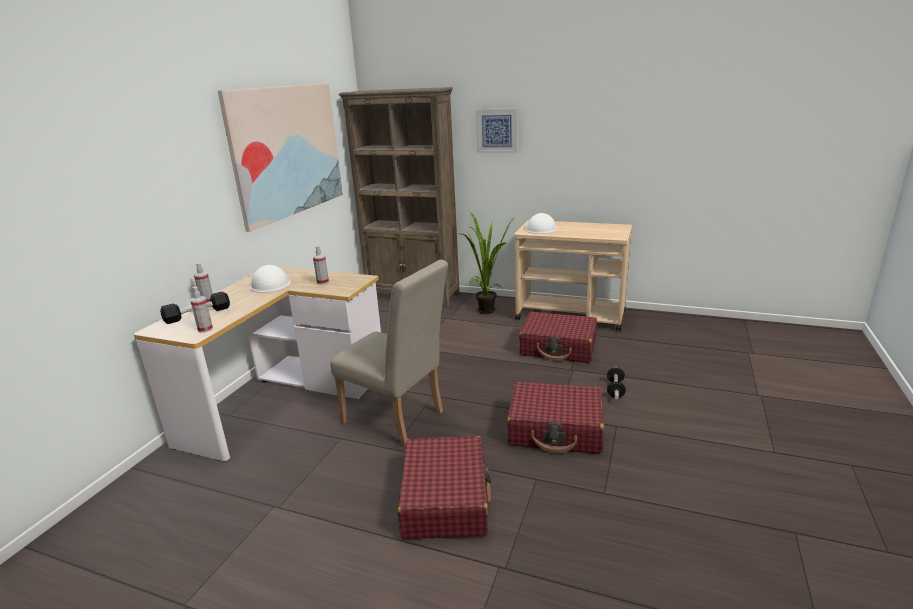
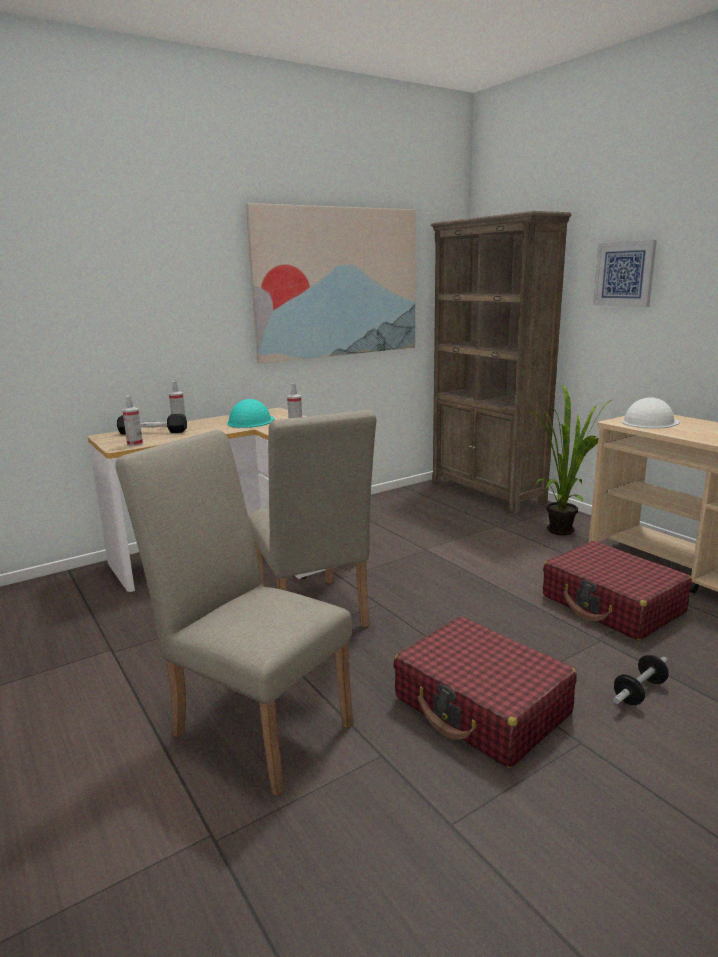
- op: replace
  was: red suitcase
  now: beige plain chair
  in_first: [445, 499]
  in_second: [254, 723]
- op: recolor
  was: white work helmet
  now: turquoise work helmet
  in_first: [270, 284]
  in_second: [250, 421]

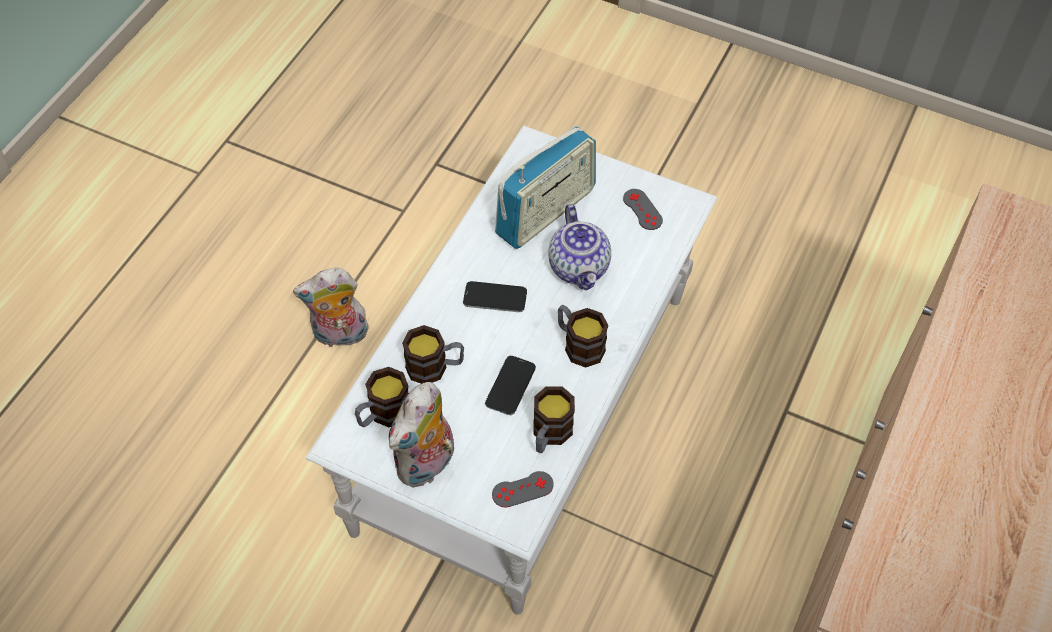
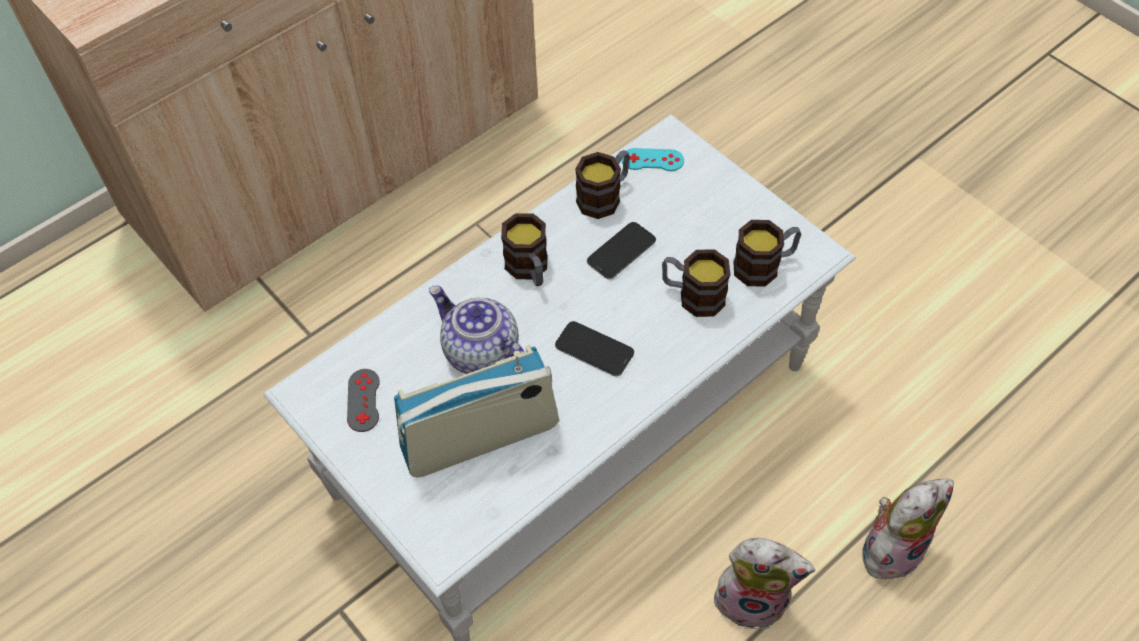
- op: rotate
  was: tea pot
  in_first: [579, 267]
  in_second: [480, 353]
  clockwise: -60
- op: recolor
  was: greyish game controller
  now: turquoise game controller
  in_first: [522, 489]
  in_second: [652, 160]
- op: move
  was: plush toy
  in_first: [427, 465]
  in_second: [891, 548]

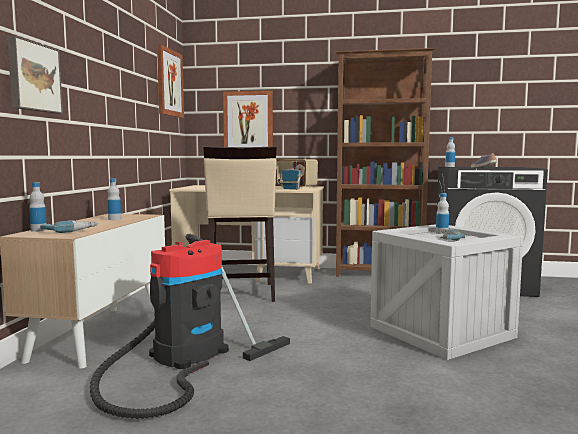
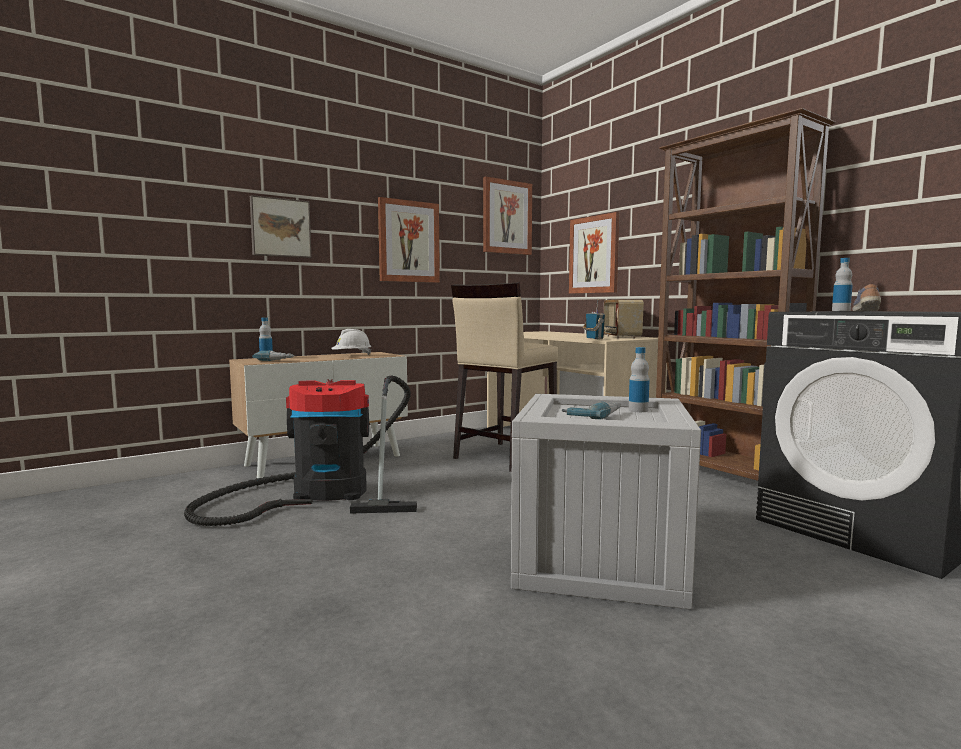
- op: replace
  was: beverage bottle
  now: white work helmet
  in_first: [114, 219]
  in_second: [351, 355]
- op: insert
  now: picture
  in_second: [408, 241]

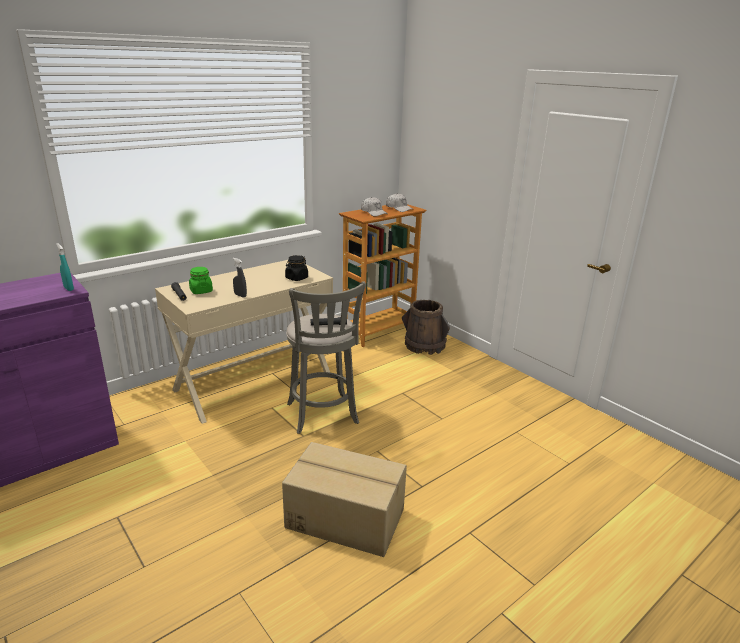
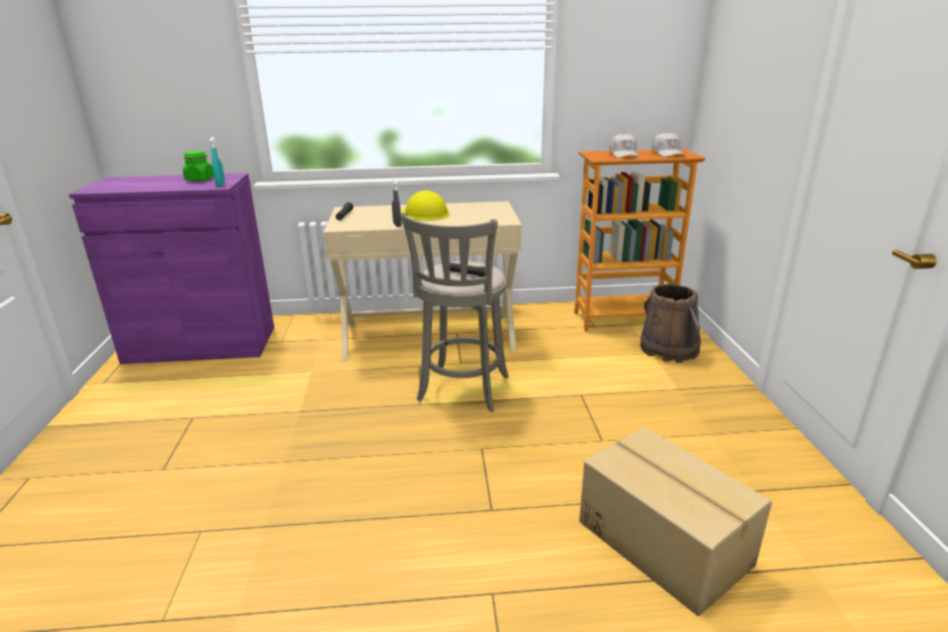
- op: move
  was: greenish jar
  in_first: [201, 291]
  in_second: [200, 179]
- op: insert
  now: yellowish work helmet
  in_second: [425, 213]
- op: move
  was: cardboard box
  in_first: [345, 517]
  in_second: [664, 541]
- op: delete
  was: black jar
  in_first: [296, 278]

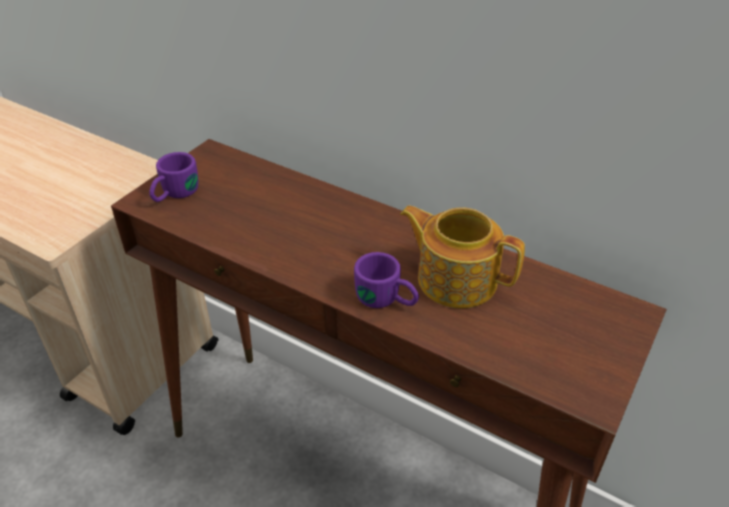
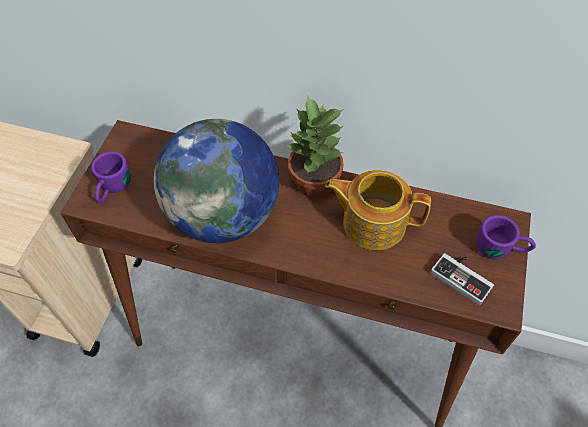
- op: insert
  now: desk globe
  in_second: [224, 215]
- op: insert
  now: plant in a pot
  in_second: [315, 183]
- op: insert
  now: game controller
  in_second: [463, 276]
- op: move
  was: purple-coloured coffee mug
  in_first: [387, 300]
  in_second: [501, 248]

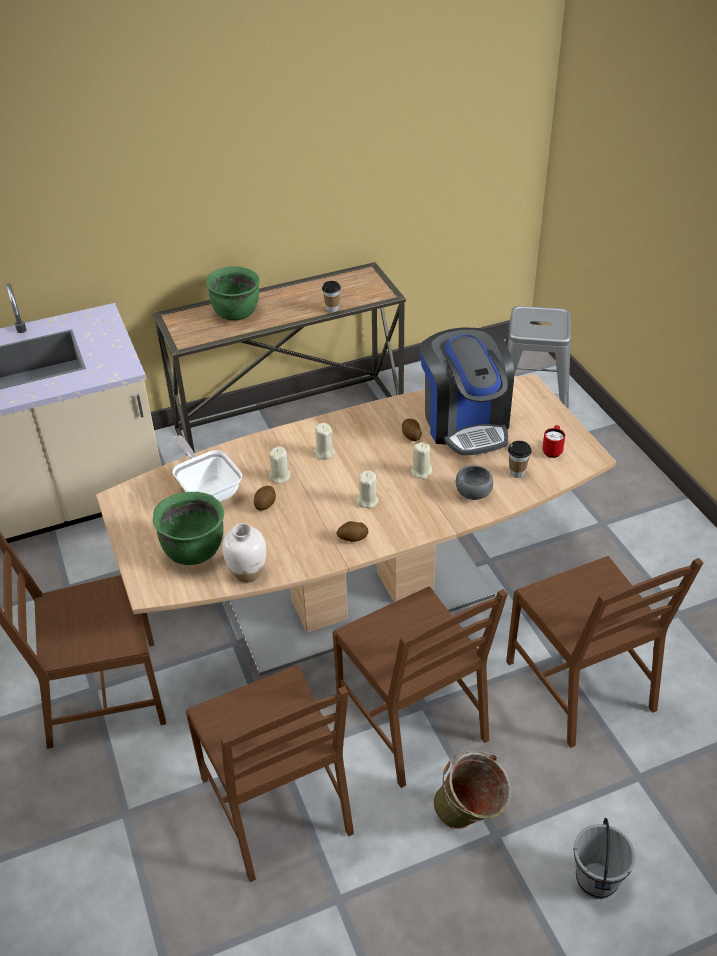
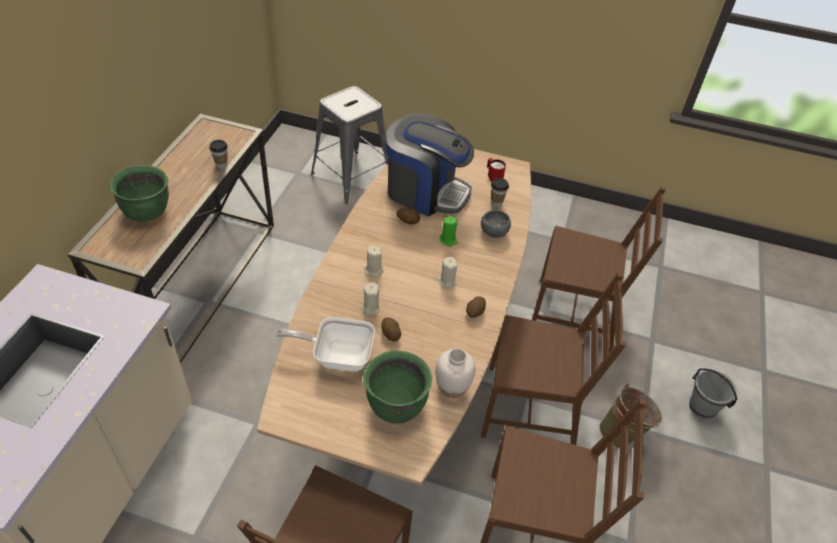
- op: recolor
  was: beige candle
  now: greenish candle
  in_first: [421, 472]
  in_second: [448, 240]

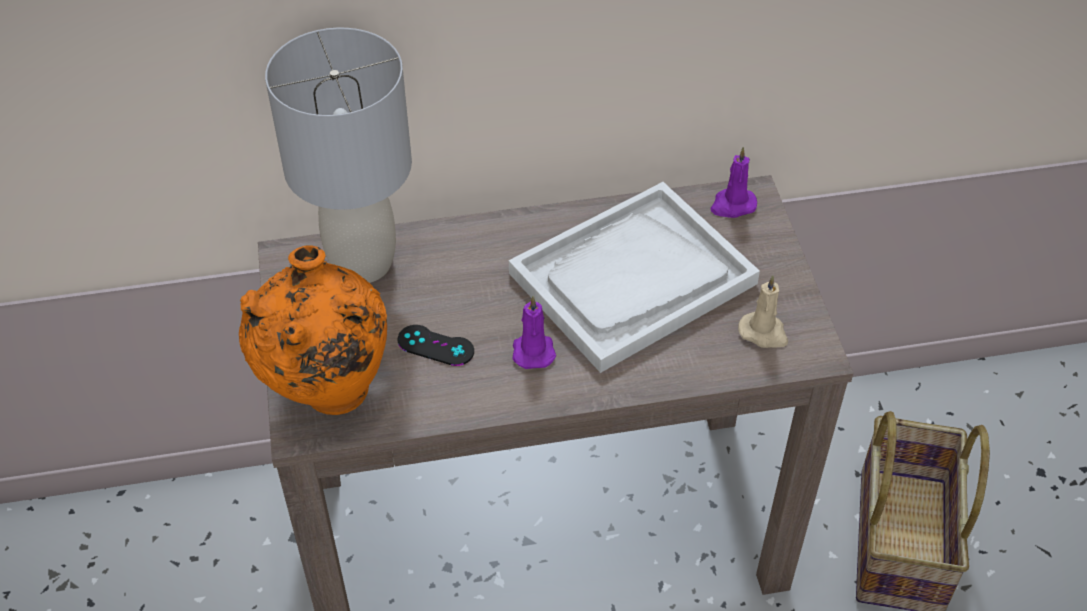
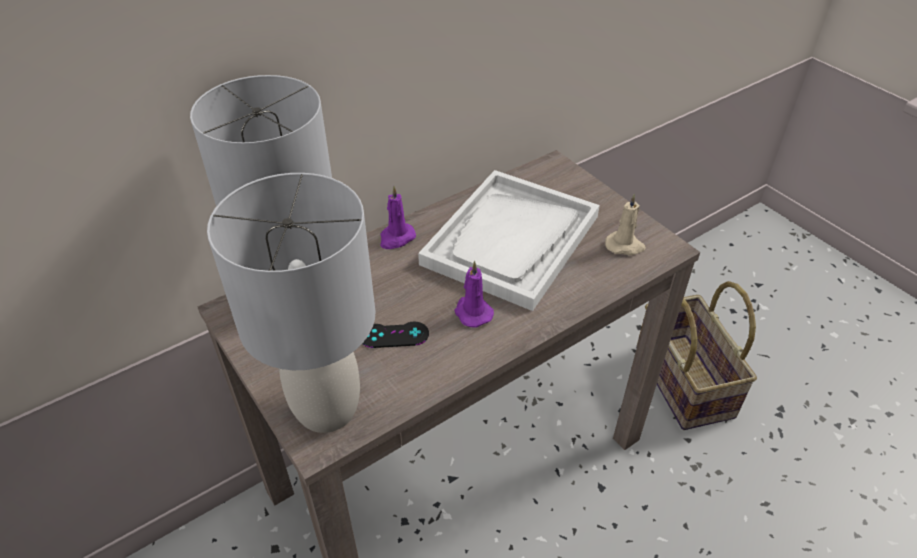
- op: replace
  was: orange vase
  now: greyish lamp for a table
  in_first: [328, 398]
  in_second: [328, 408]
- op: move
  was: purple-coloured candle
  in_first: [732, 205]
  in_second: [396, 238]

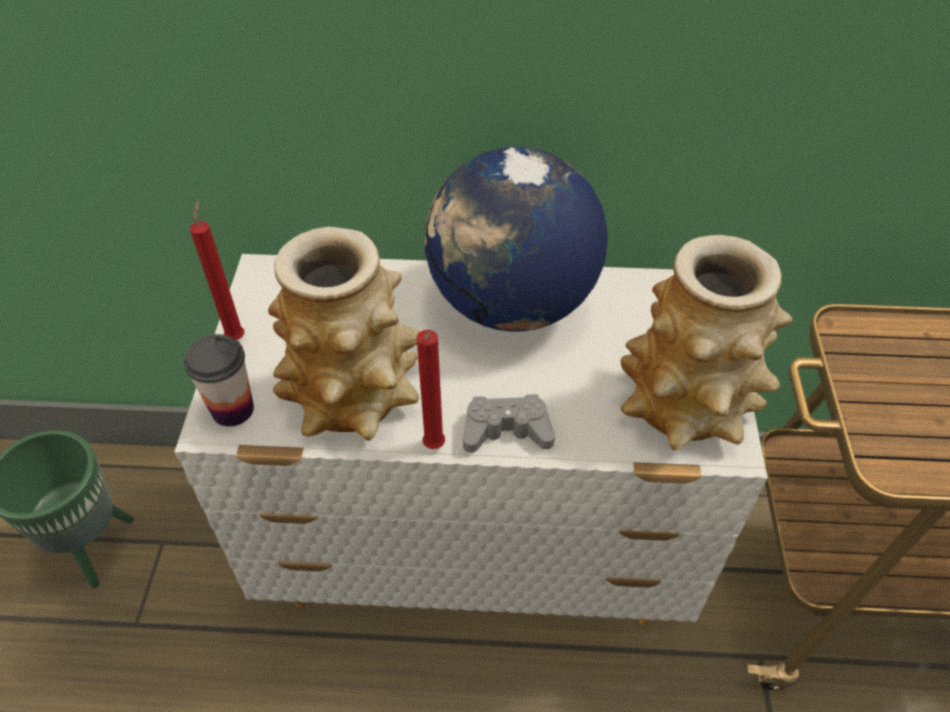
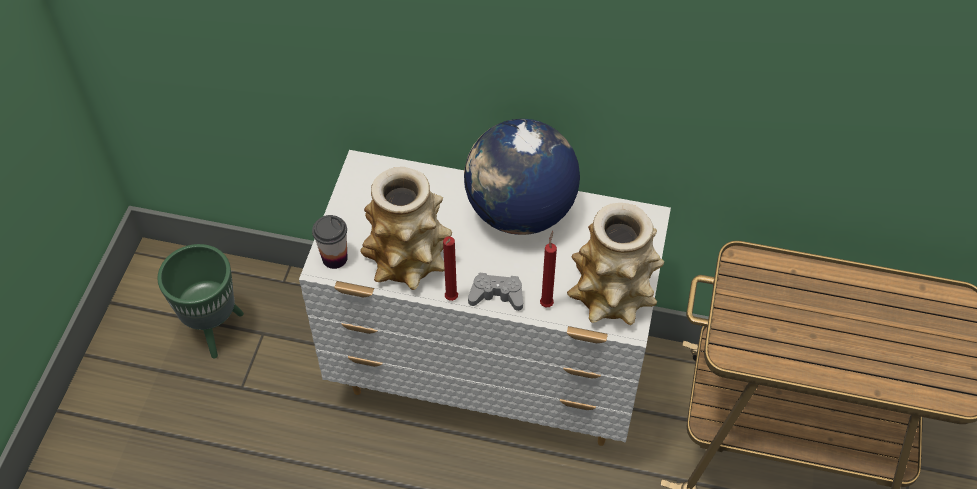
- op: move
  was: red candle
  in_first: [236, 336]
  in_second: [547, 302]

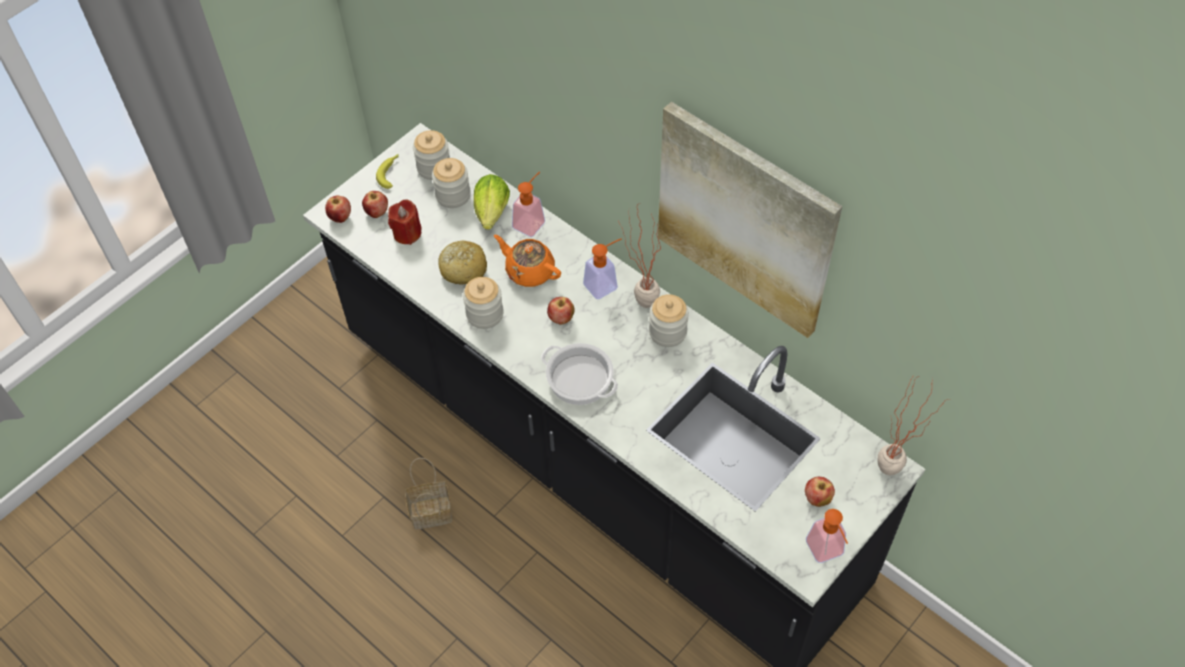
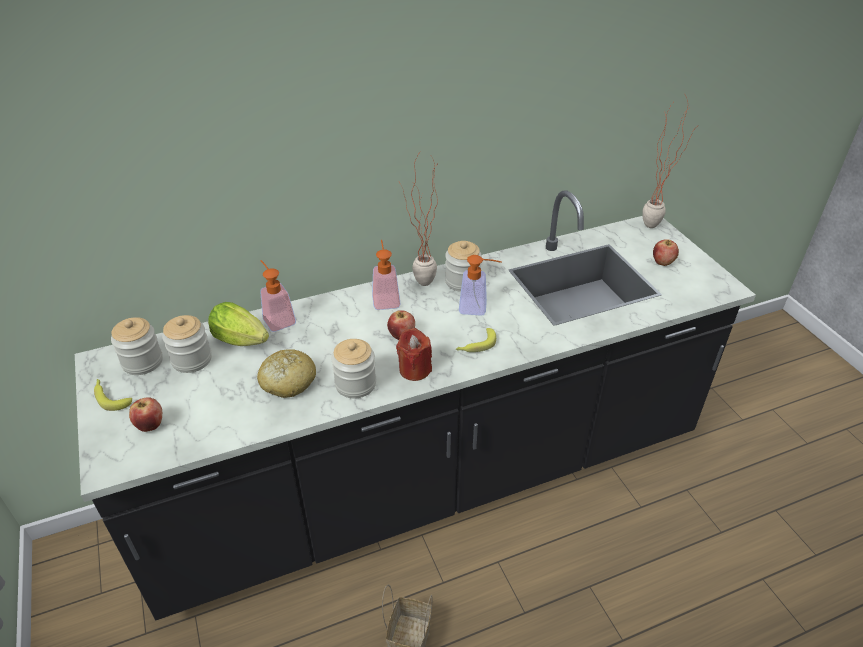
- op: move
  was: red candle
  in_first: [407, 233]
  in_second: [414, 369]
- op: replace
  was: saucepot
  now: banana
  in_first: [580, 378]
  in_second: [476, 345]
- op: move
  was: liquid soap bottle
  in_first: [827, 553]
  in_second: [478, 308]
- op: delete
  was: whole apple
  in_first: [340, 217]
- op: delete
  was: orange tea pot
  in_first: [529, 271]
- op: delete
  was: picture
  in_first: [745, 219]

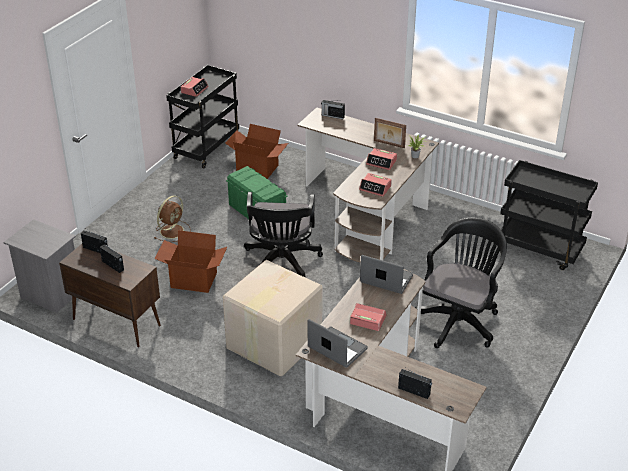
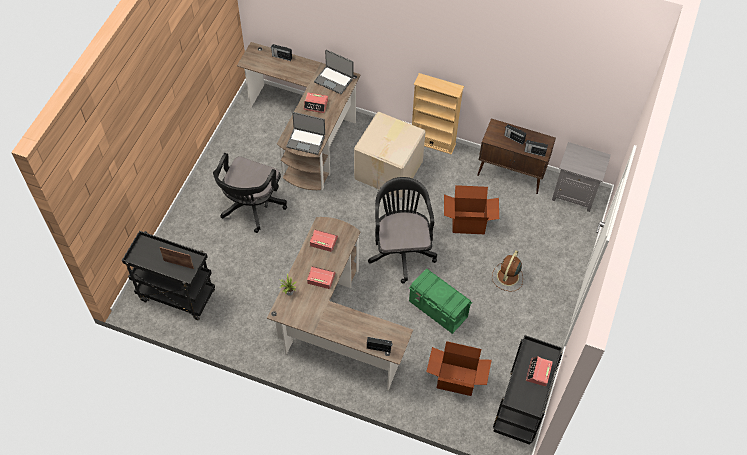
- op: move
  was: picture frame
  in_first: [389, 144]
  in_second: [179, 264]
- op: insert
  now: beige bookshelf
  in_second: [433, 142]

